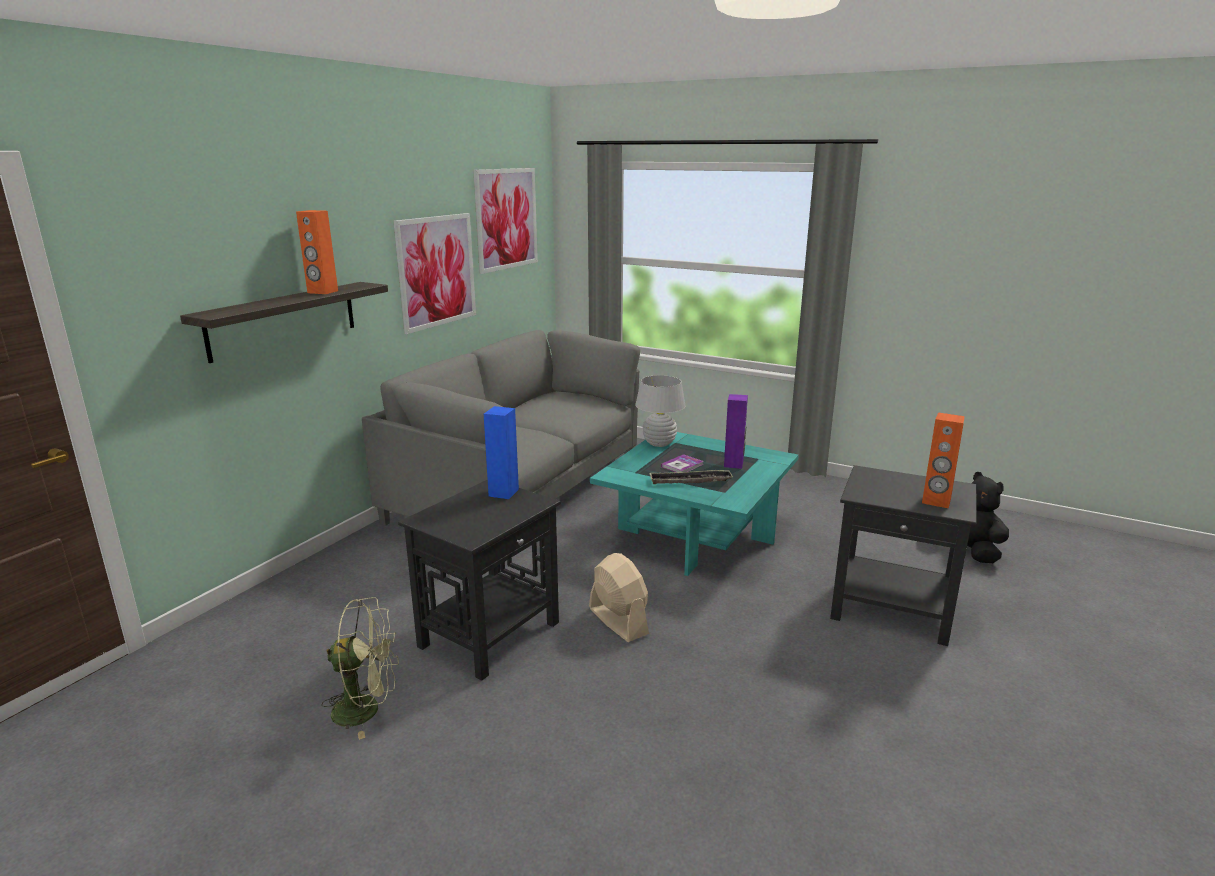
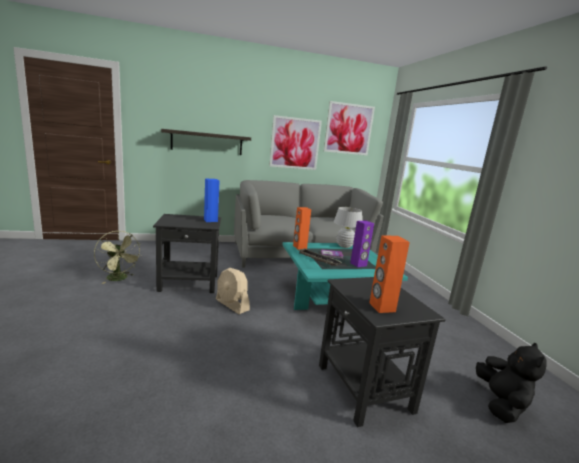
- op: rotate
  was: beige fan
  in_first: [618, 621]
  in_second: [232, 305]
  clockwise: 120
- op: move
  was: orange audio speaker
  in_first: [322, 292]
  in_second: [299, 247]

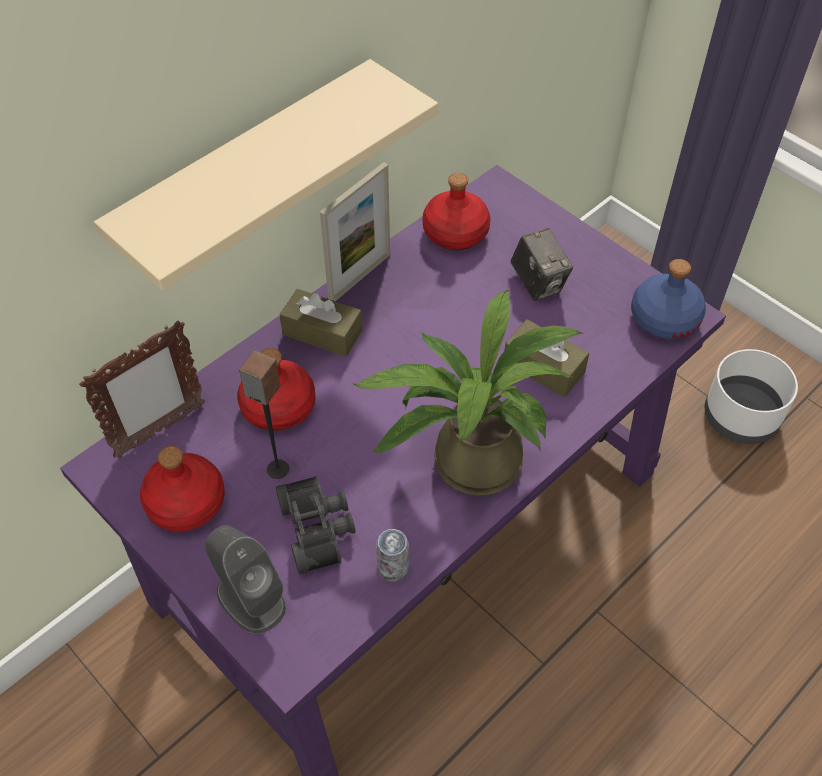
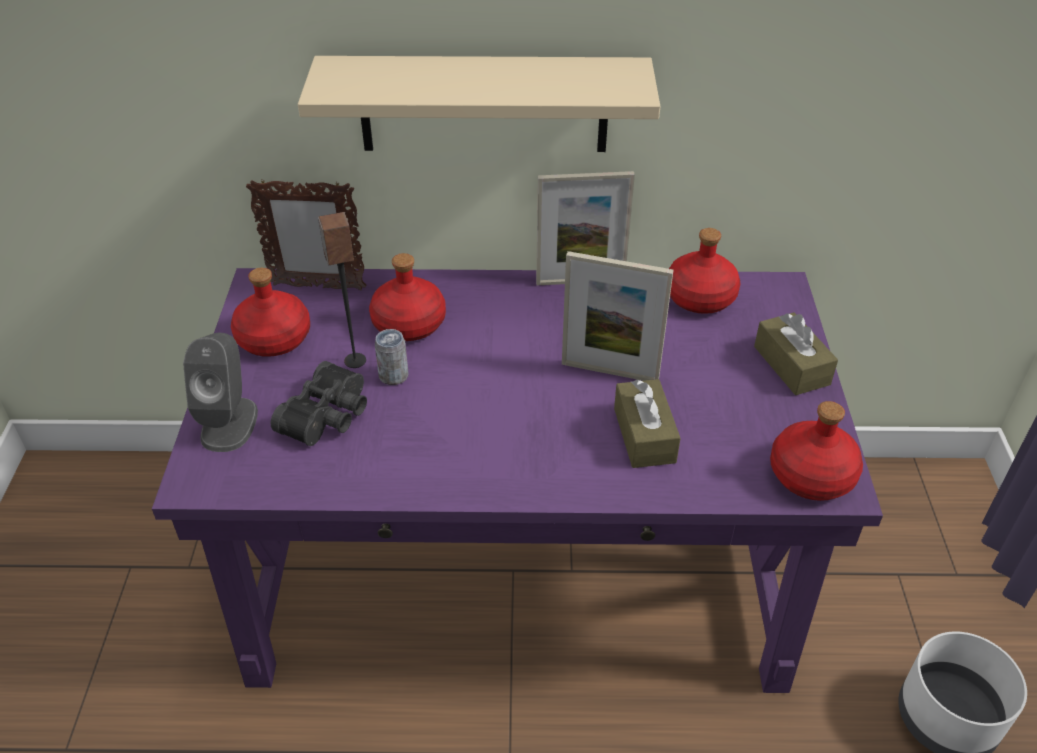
- op: move
  was: metal can
  in_first: [393, 568]
  in_second: [393, 376]
- op: insert
  now: picture frame
  in_second: [609, 371]
- op: move
  was: brown tissue holder
  in_first: [322, 332]
  in_second: [791, 365]
- op: recolor
  was: blue-coloured beverage bottle
  now: red beverage bottle
  in_first: [664, 318]
  in_second: [811, 474]
- op: delete
  was: plant in a pot
  in_first: [466, 459]
- op: delete
  was: still camera
  in_first: [538, 283]

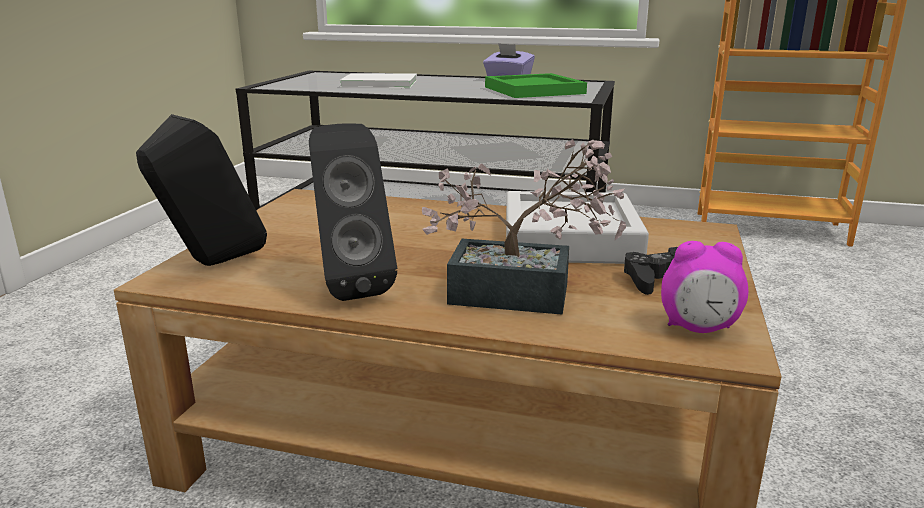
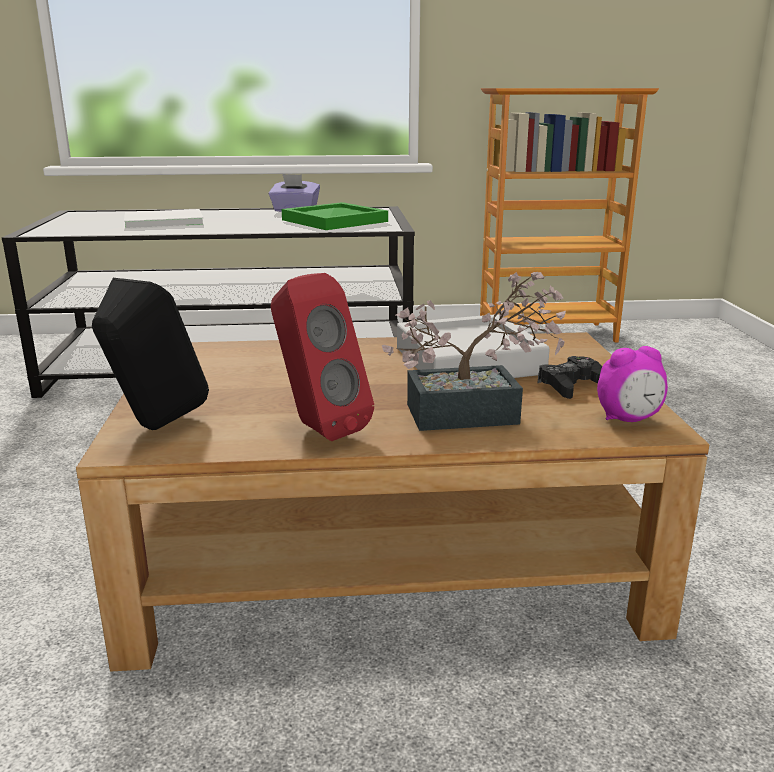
- op: recolor
  was: black audio speaker
  now: red audio speaker
  in_first: [350, 286]
  in_second: [317, 428]

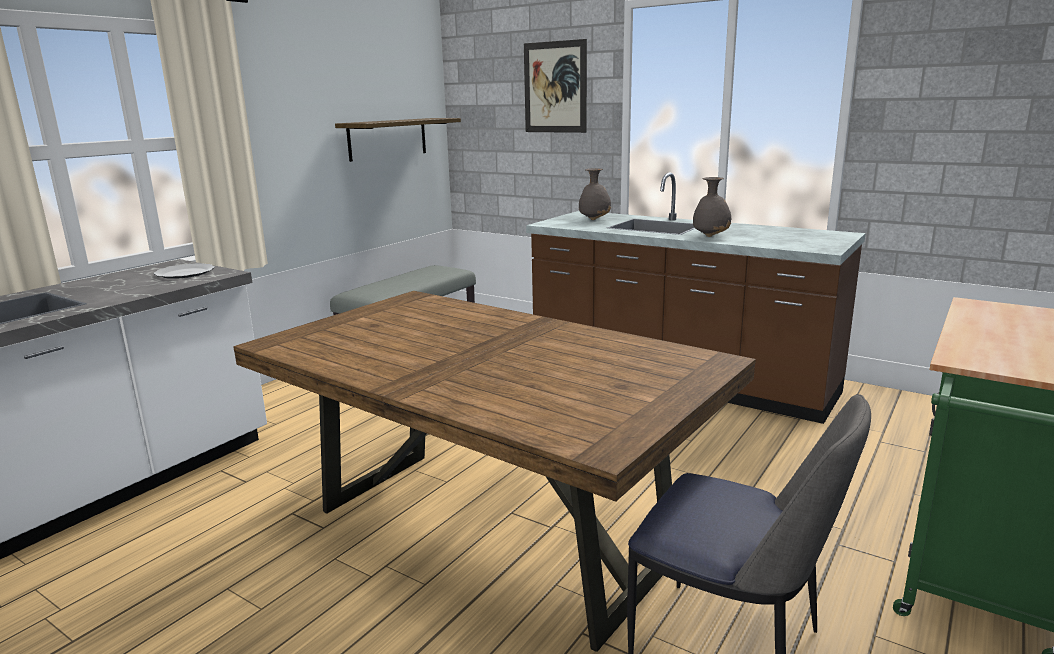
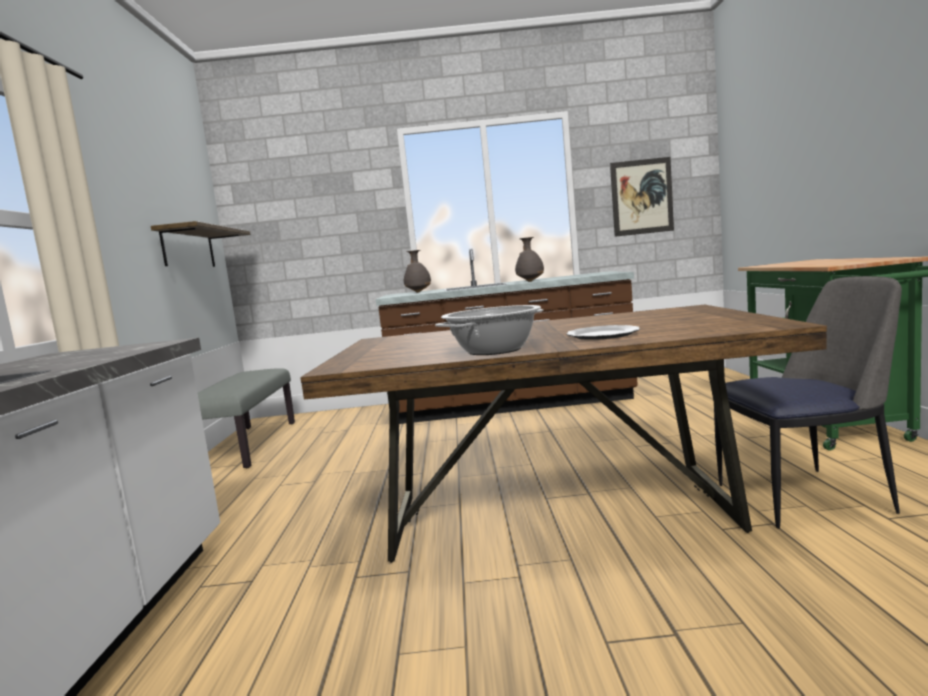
- op: insert
  now: saucepot
  in_second: [494, 350]
- op: move
  was: dinner plate
  in_first: [186, 273]
  in_second: [603, 335]
- op: move
  was: picture
  in_first: [555, 87]
  in_second: [642, 197]

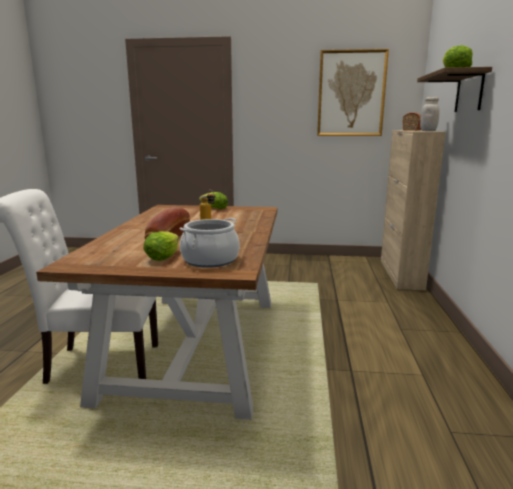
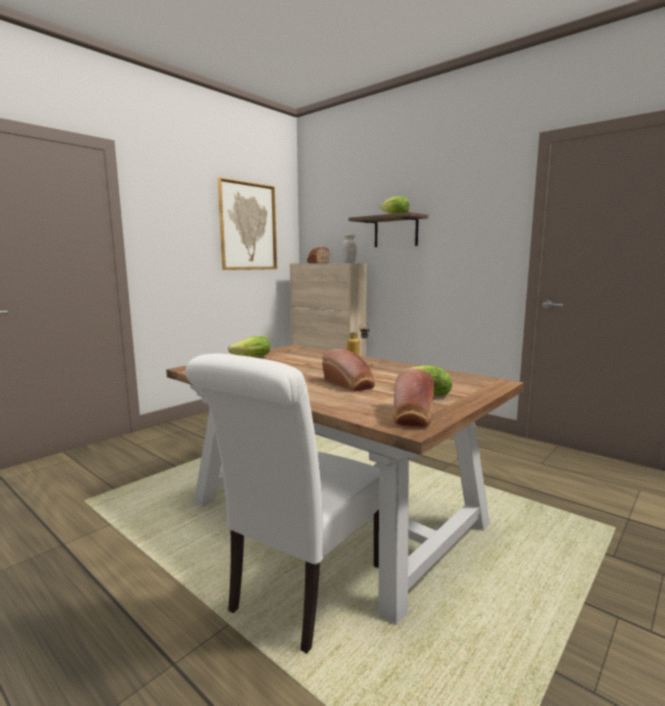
- op: insert
  now: bakery bread
  in_second: [412, 415]
- op: delete
  was: saucepot
  in_first: [210, 260]

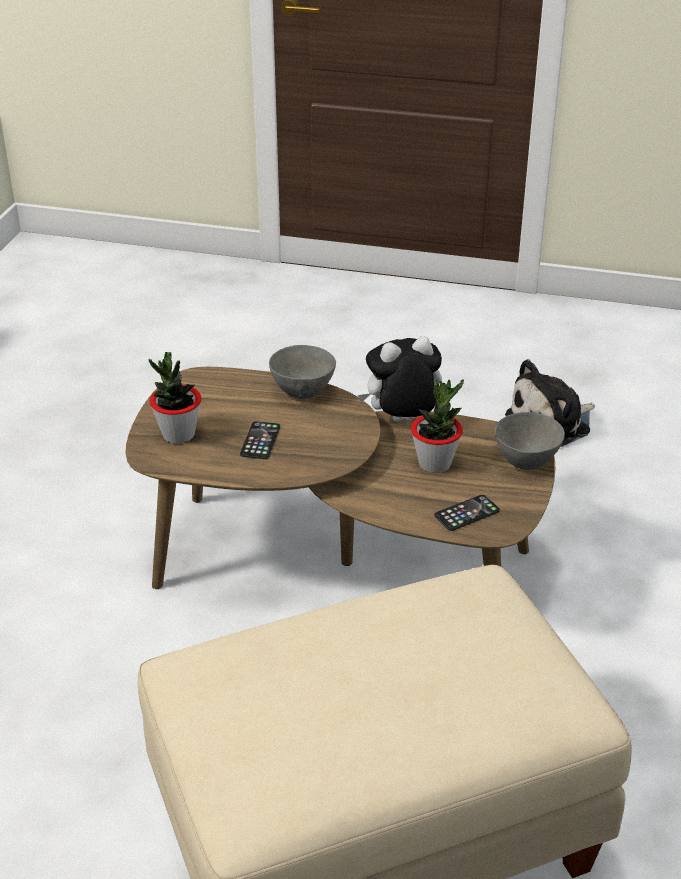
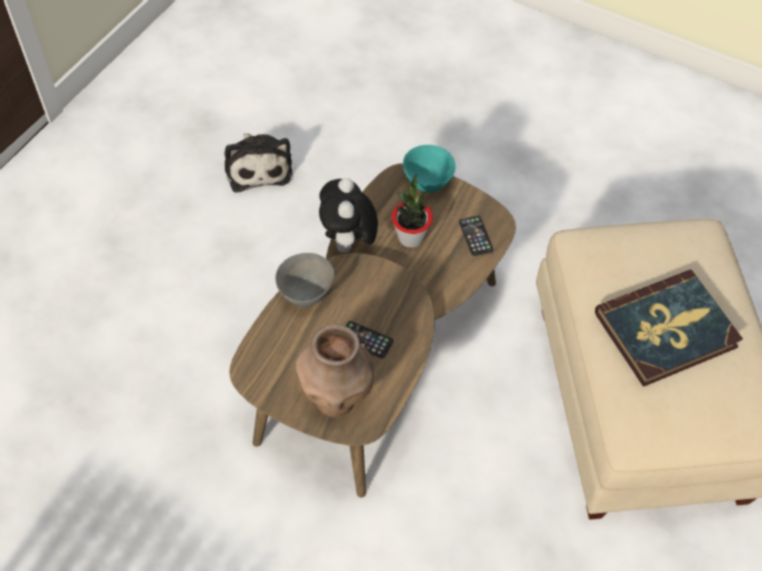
- op: replace
  was: plant in a pot
  now: brown vase
  in_first: [178, 435]
  in_second: [336, 399]
- op: recolor
  was: greyish deep dish
  now: turquoise deep dish
  in_first: [526, 463]
  in_second: [428, 184]
- op: insert
  now: volume
  in_second: [666, 331]

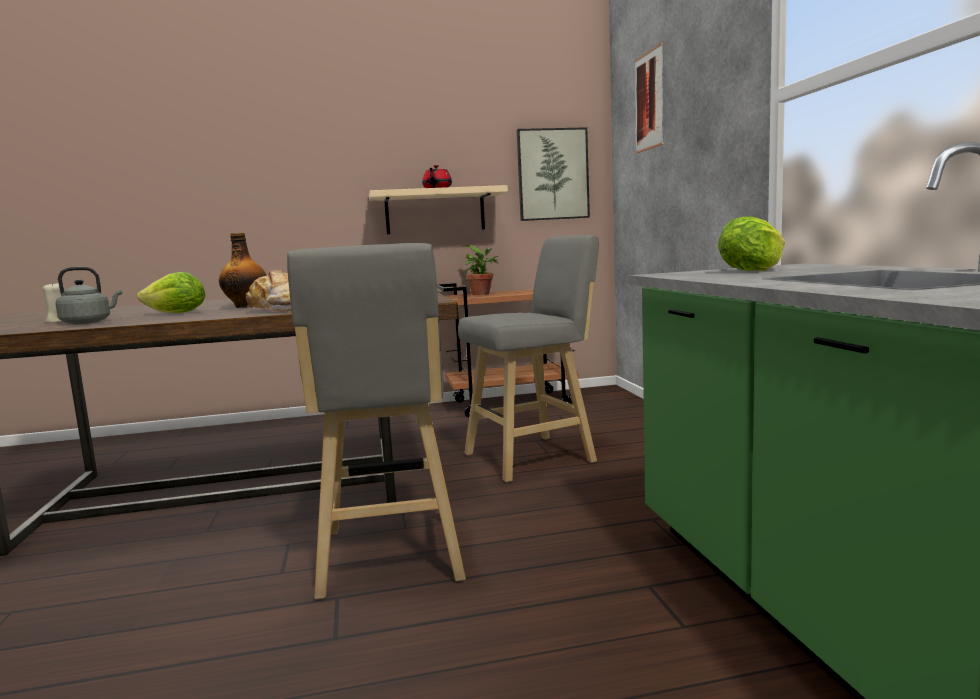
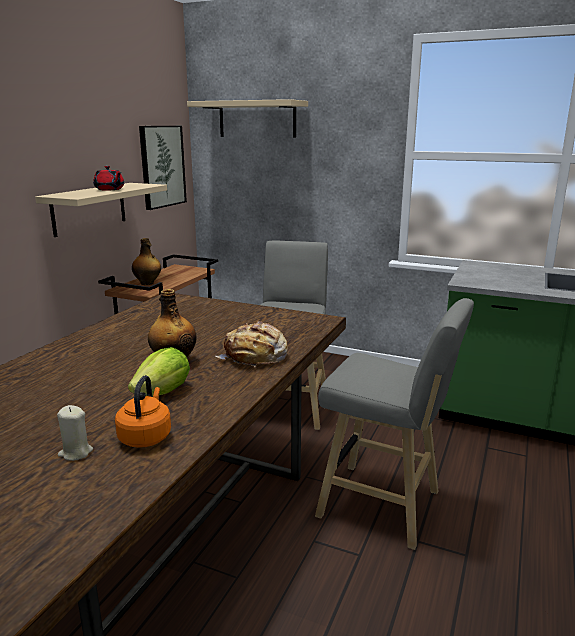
- op: recolor
  was: greyish tea kettle
  now: orange tea kettle
  in_first: [89, 322]
  in_second: [146, 436]
- op: replace
  was: plant in a pot
  now: beverage bottle
  in_first: [482, 294]
  in_second: [147, 283]
- op: replace
  was: picture
  now: beige wall shelf
  in_first: [649, 101]
  in_second: [257, 119]
- op: delete
  was: lettuce head
  in_first: [751, 271]

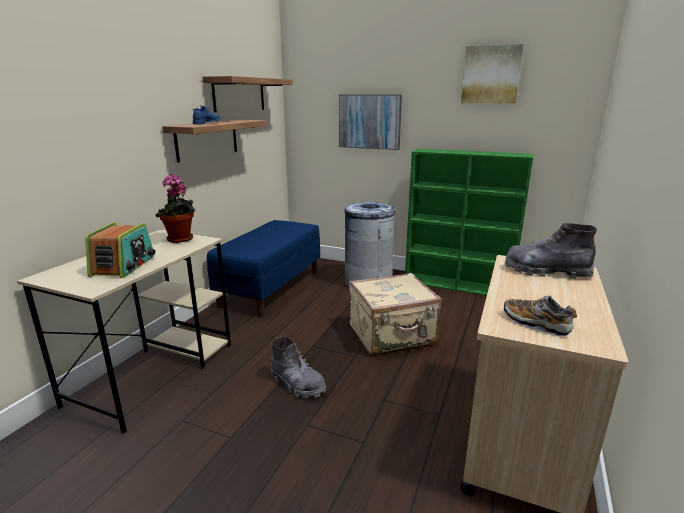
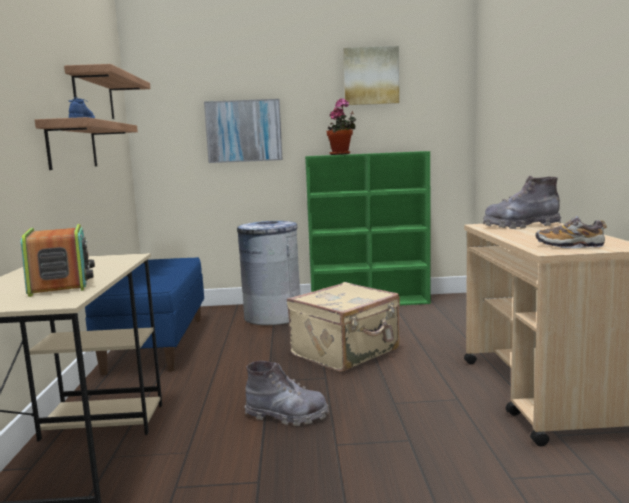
- op: move
  was: plant in a pot
  in_first: [181, 240]
  in_second: [341, 154]

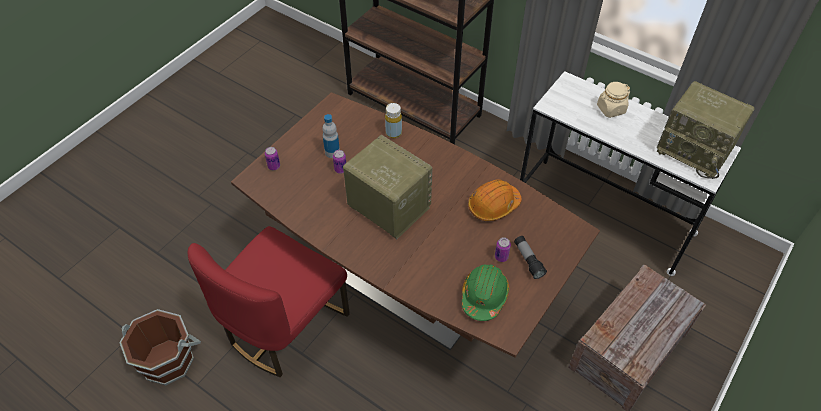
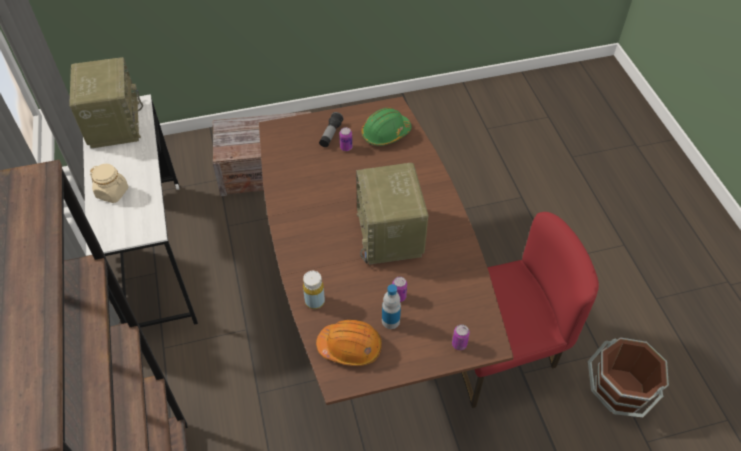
- op: move
  was: orange work helmet
  in_first: [493, 205]
  in_second: [350, 347]

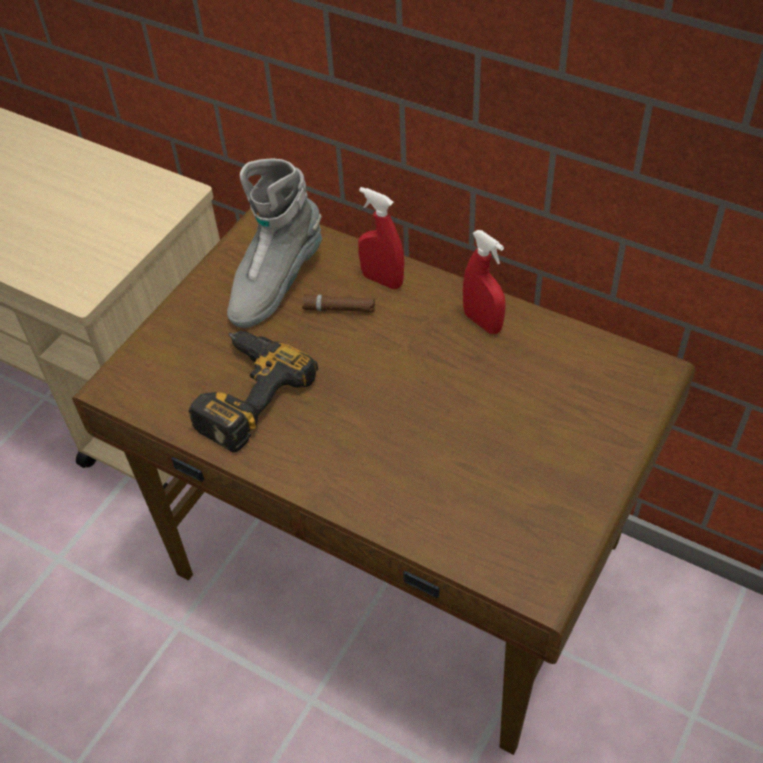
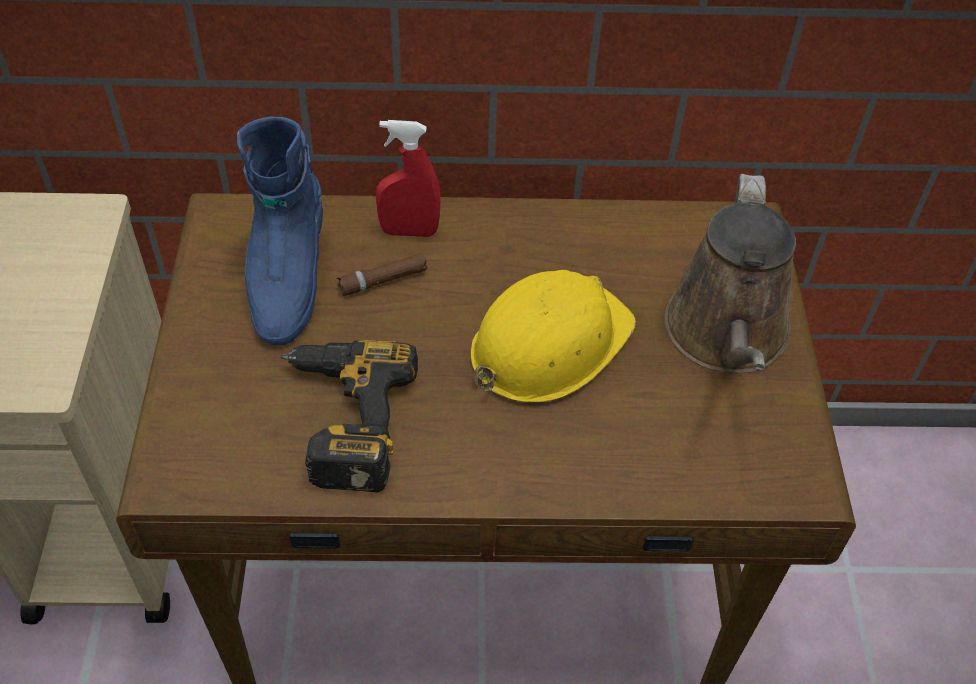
- op: recolor
  was: greyish tall boot
  now: blue-coloured tall boot
  in_first: [275, 283]
  in_second: [286, 279]
- op: insert
  now: yellowish work helmet
  in_second: [548, 344]
- op: insert
  now: brown watering pot
  in_second: [727, 336]
- op: delete
  was: red hand sprayer
  in_first: [482, 322]

